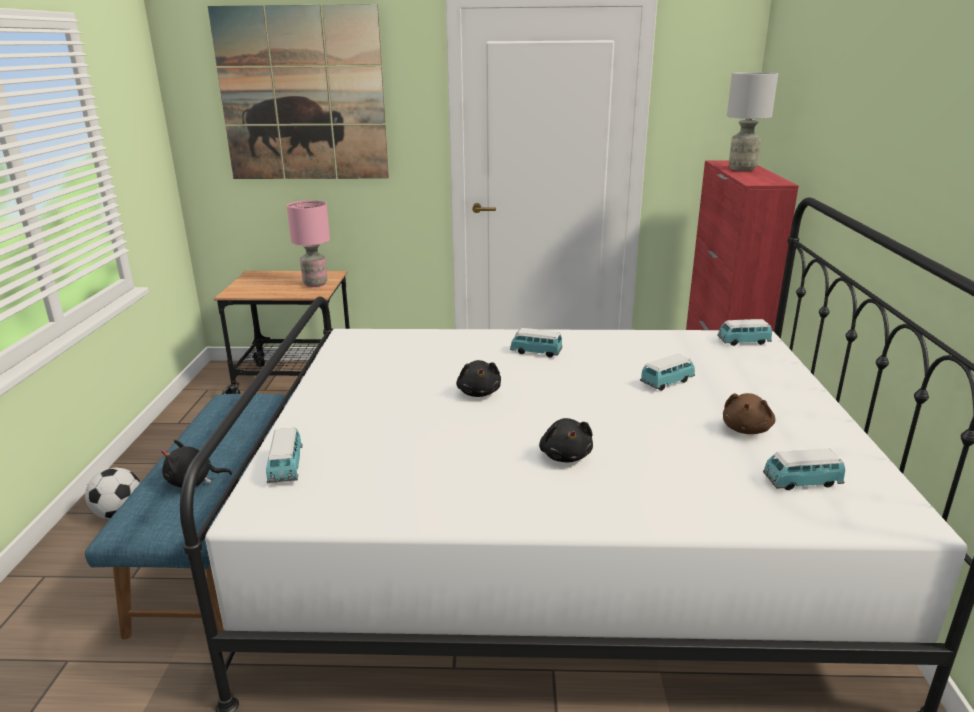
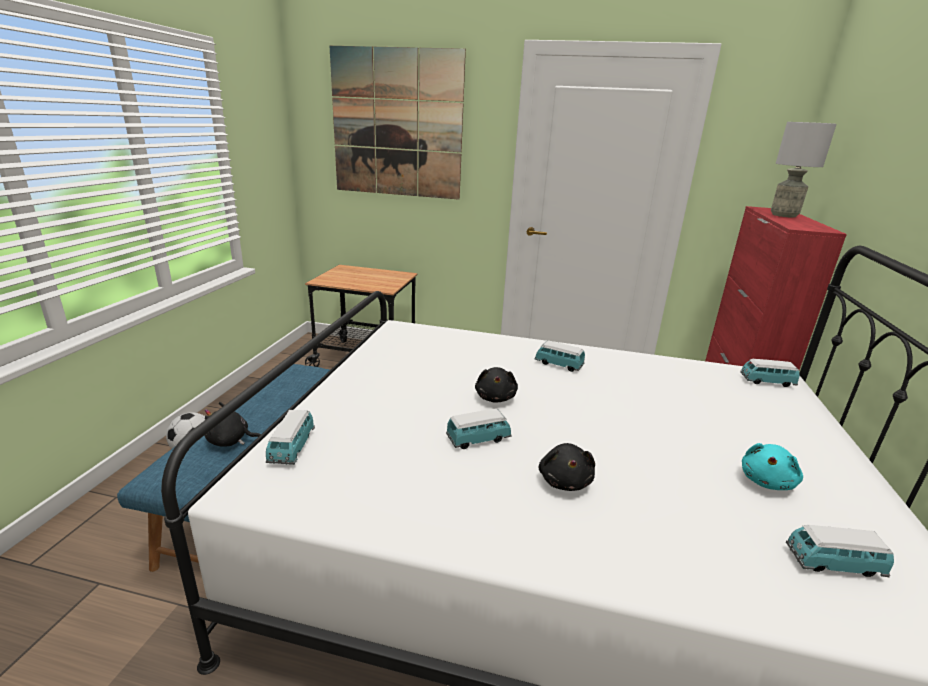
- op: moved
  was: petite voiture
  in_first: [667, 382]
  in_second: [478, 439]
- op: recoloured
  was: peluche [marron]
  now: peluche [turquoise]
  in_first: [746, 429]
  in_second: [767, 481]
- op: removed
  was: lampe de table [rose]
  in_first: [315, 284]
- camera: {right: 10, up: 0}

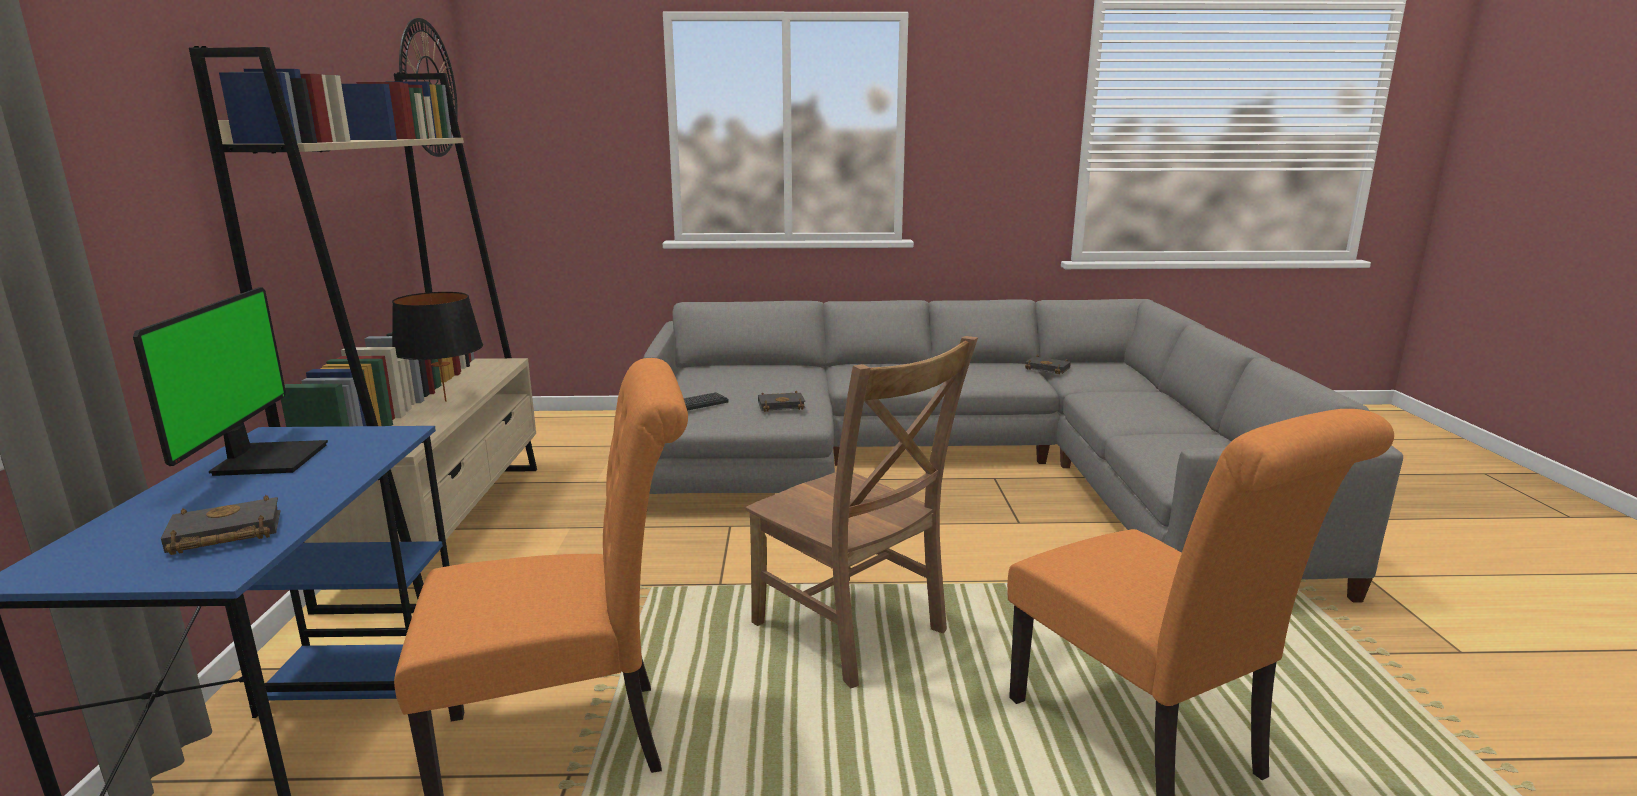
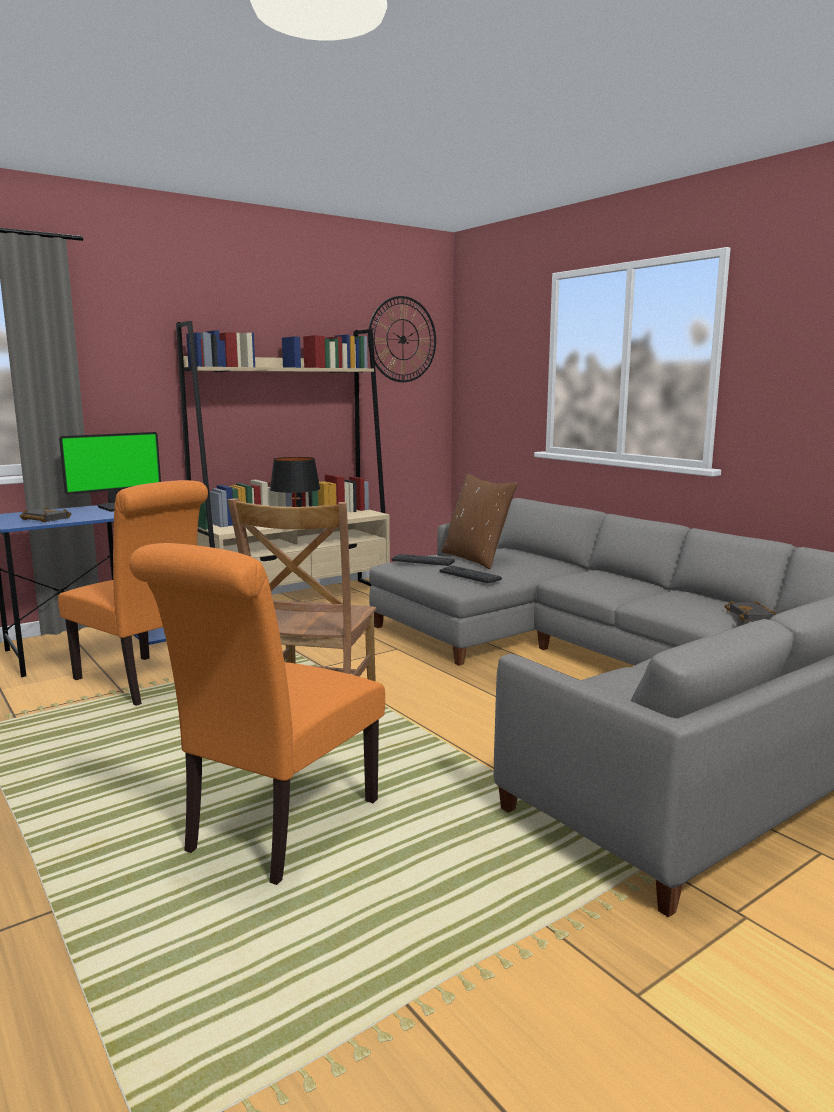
- op: replaced
  was: livre [noir]
  now: clavier
  in_first: [782, 405]
  in_second: [470, 575]
- op: added
  now: coussin [marron]
  in_second: [476, 559]
- camera: {right: 55, up: -5}

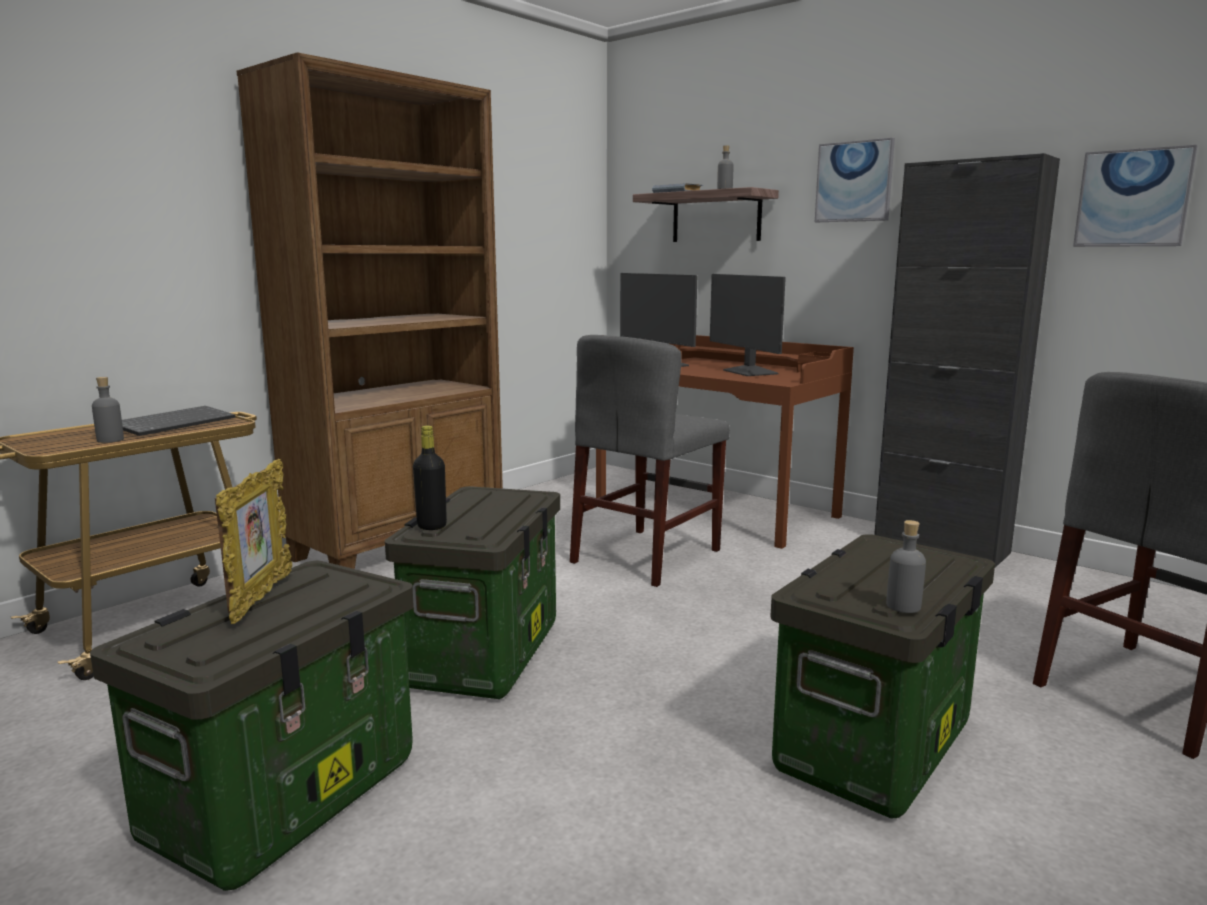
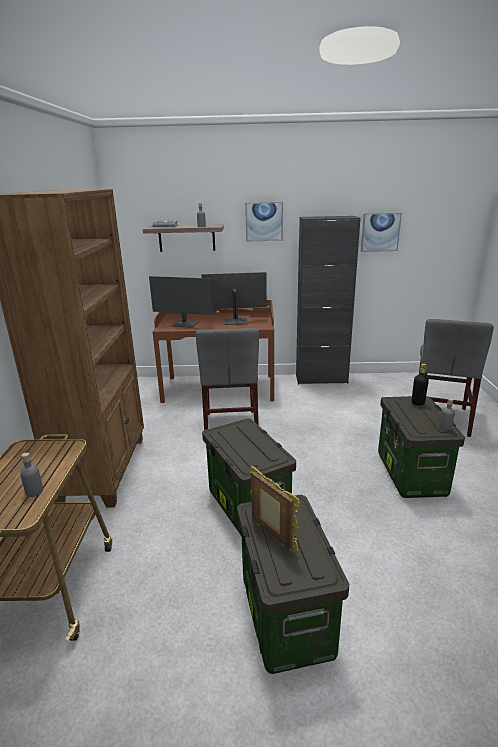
- op: turned
  was: écran d'ordinateur
  in_first: [749, 372]
  in_second: [235, 321]
  clockwise: 150
- op: moved
  was: bouteille [noir]
  in_first: [432, 526]
  in_second: [417, 403]
- op: removed
  was: clavier
  in_first: [175, 423]
- camera: {right: -40, up: 10}

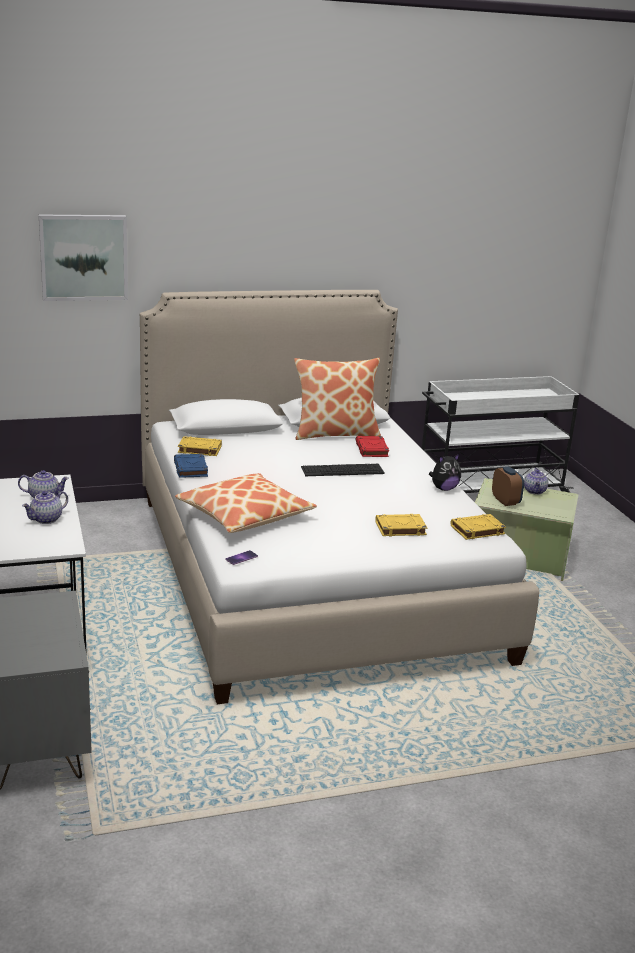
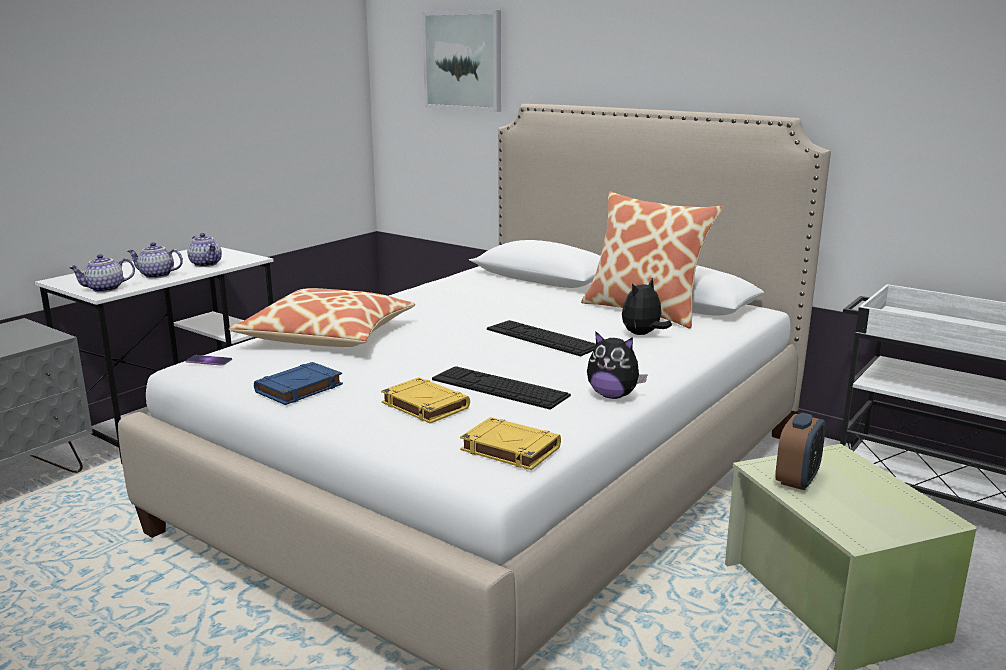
- op: moved
  was: théière
  in_first: [535, 491]
  in_second: [105, 289]
- op: moved
  was: livre [bleu]
  in_first: [191, 469]
  in_second: [298, 389]
- op: added
  now: clavier
  in_second: [499, 387]
- op: replaced
  was: livre [rouge]
  now: peluche
  in_first: [372, 450]
  in_second: [642, 334]
- op: removed
  was: livre [jaune]
  in_first: [199, 449]
- camera: {right: 55, up: -5}

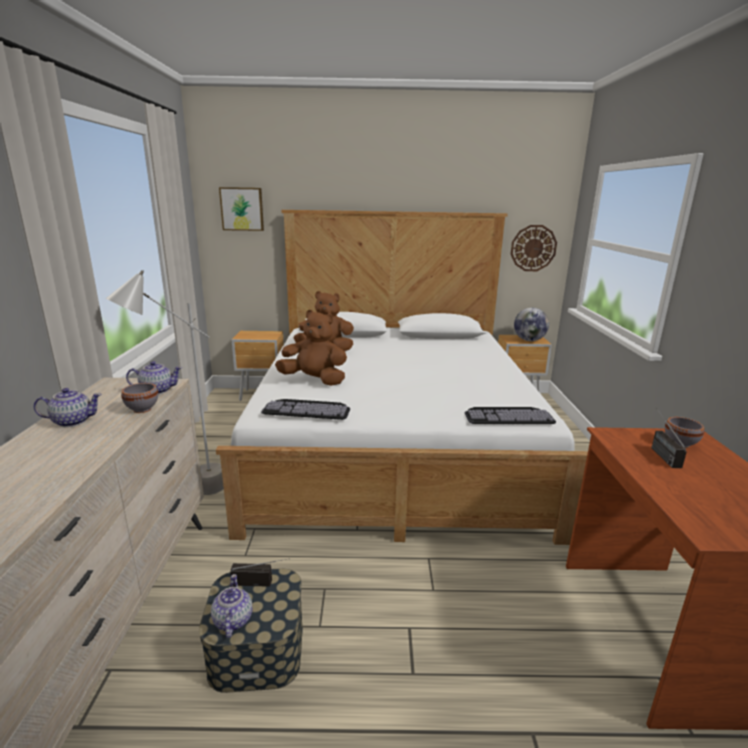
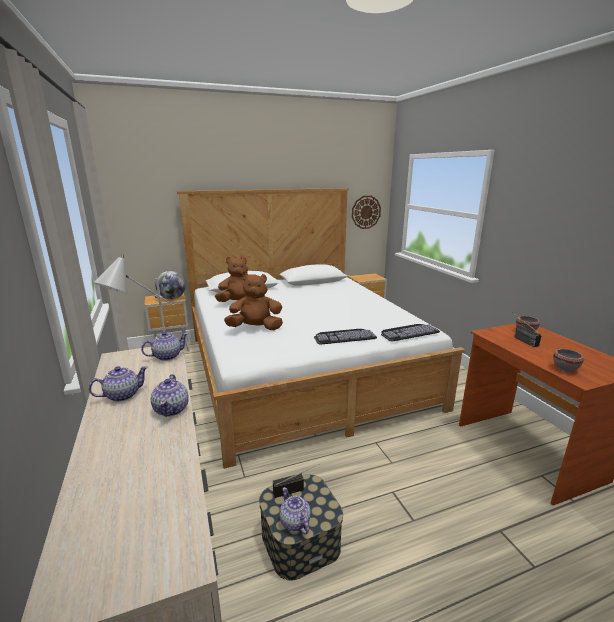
- op: added
  now: théière
  in_second: [172, 409]
- op: moved
  was: globe
  in_first: [529, 340]
  in_second: [172, 298]
- op: moved
  was: clavier
  in_first: [308, 409]
  in_second: [344, 336]
- op: moved
  was: bol [gris]
  in_first: [143, 409]
  in_second: [564, 368]
- op: removed
  was: tableau
  in_first: [242, 209]
- camera: {right: -20, up: 0}

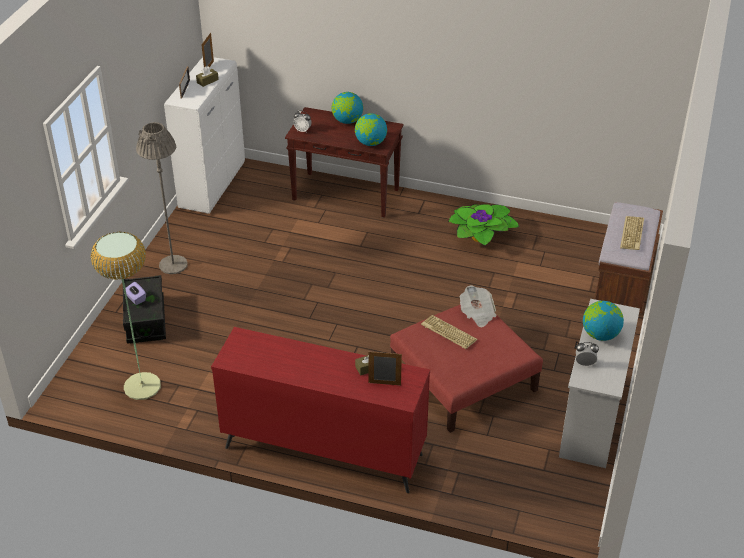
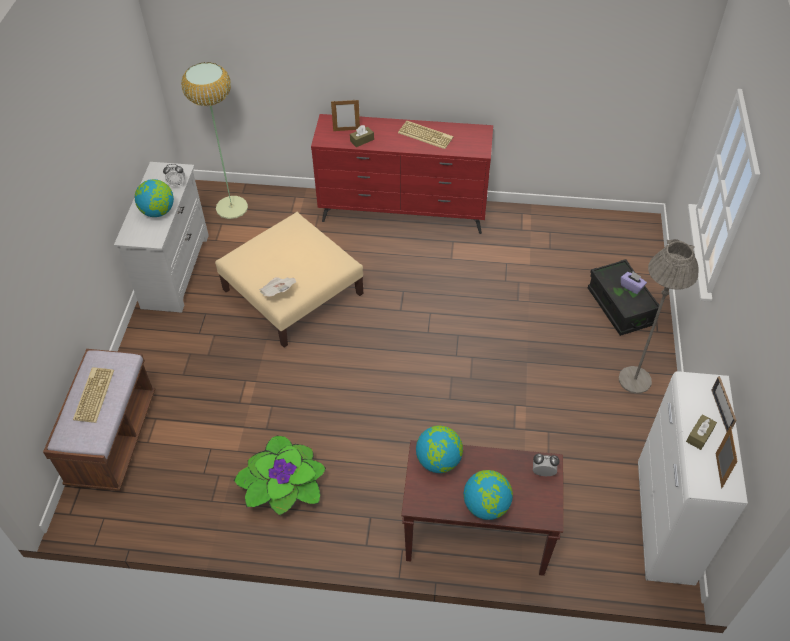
- op: moved
  was: lampadaire
  in_first: [142, 386]
  in_second: [232, 207]
- op: recoloured
  was: pouf [rouge]
  now: pouf [beige]
  in_first: [463, 379]
  in_second: [293, 291]
- op: moved
  was: clavier
  in_first: [448, 333]
  in_second: [426, 135]
- camera: {right: 170, up: 10}

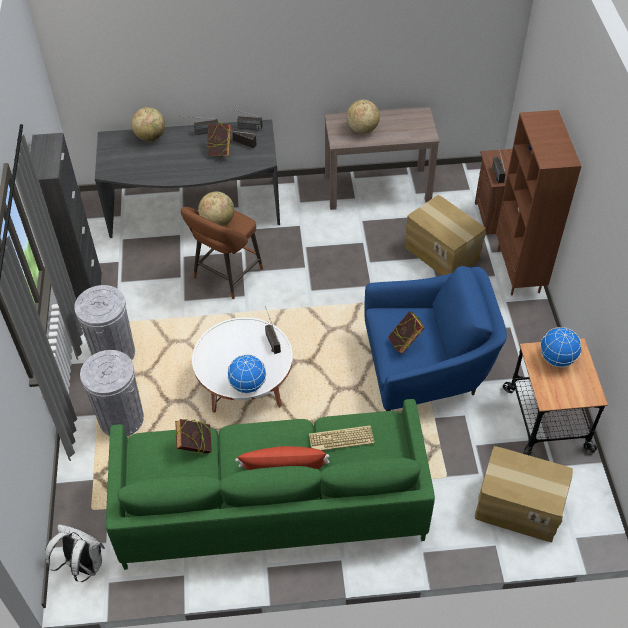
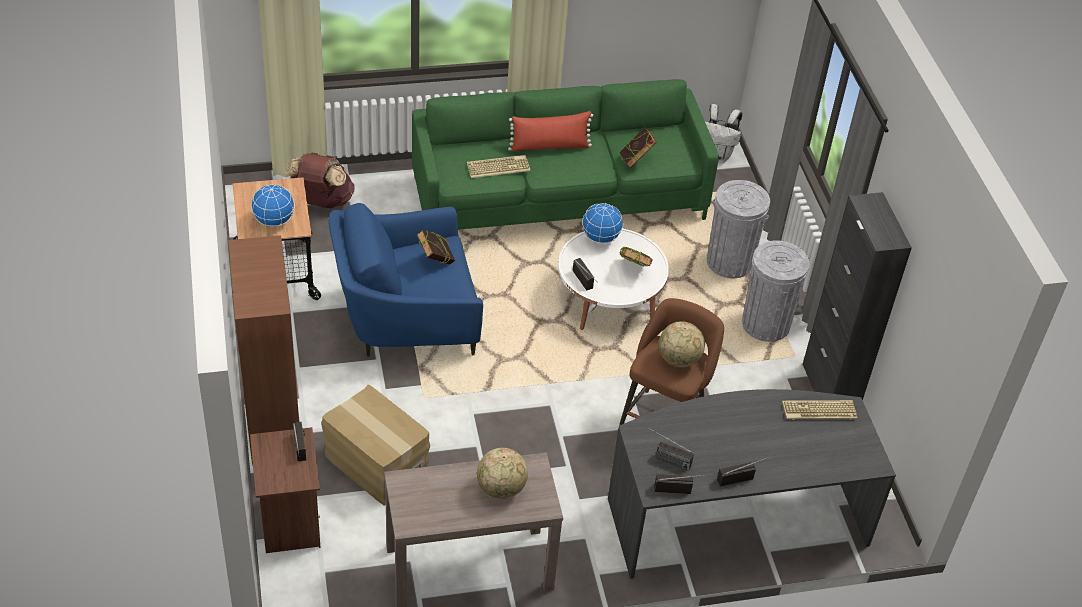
- op: replaced
  was: carton
  now: sac à dos [marron]
  in_first: [519, 506]
  in_second: [321, 201]
- op: moved
  was: livre
  in_first: [220, 151]
  in_second: [633, 270]
- op: added
  now: clavier
  in_second: [818, 411]
- op: removed
  was: globe
  in_first: [150, 137]
- camera: {right: 170, up: -5}

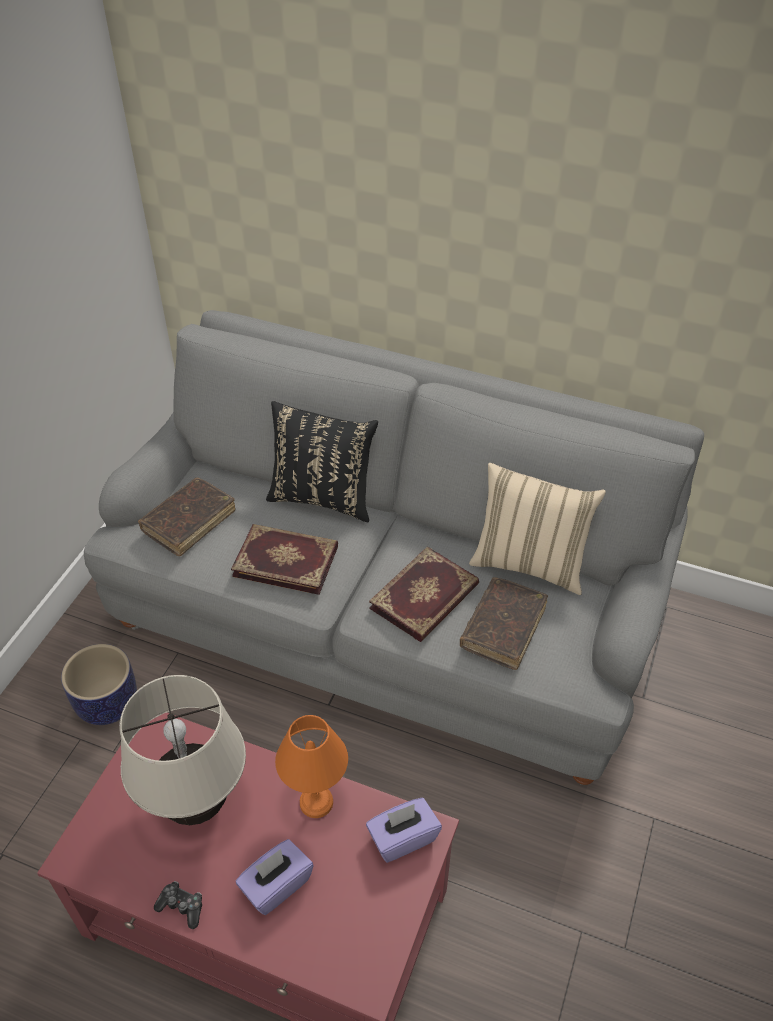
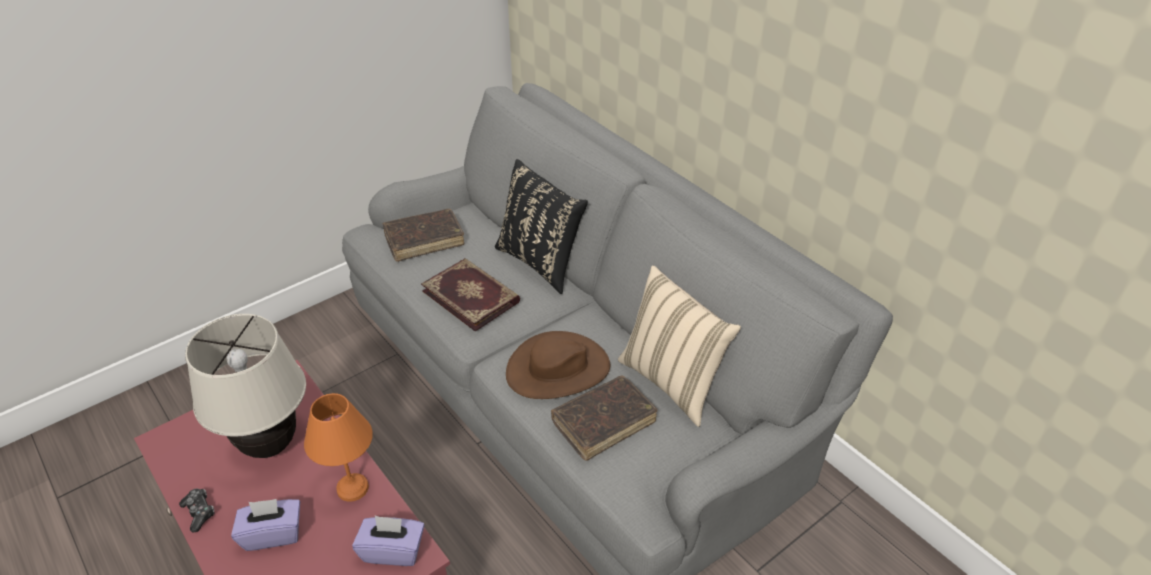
- op: replaced
  was: livre
  now: chapeau [marron]
  in_first: [425, 597]
  in_second: [558, 370]
- op: removed
  was: cache-pot
  in_first: [108, 703]
- camera: {right: 30, up: -5}

